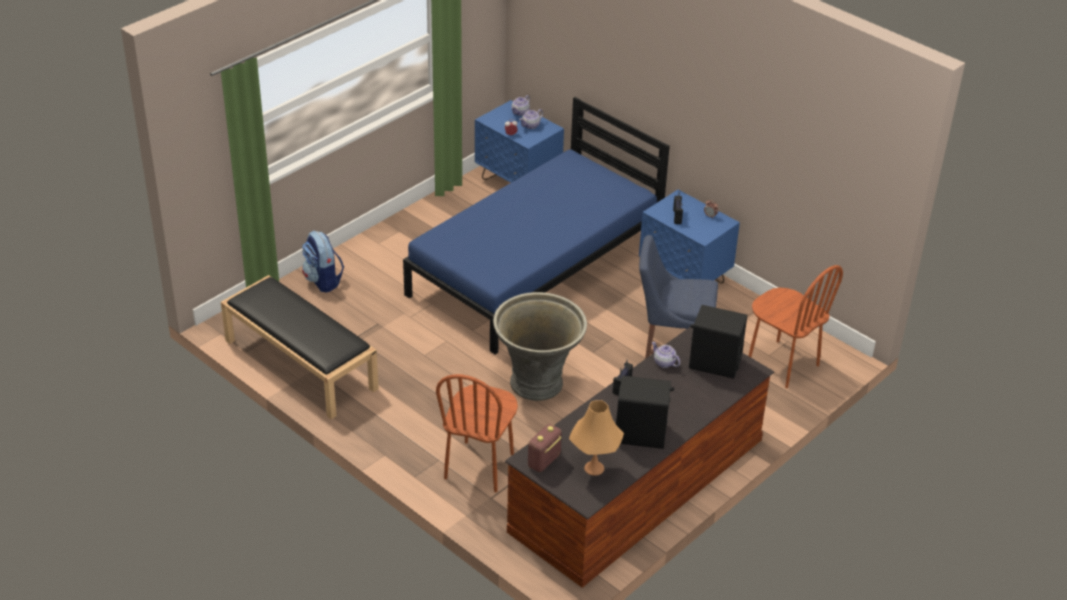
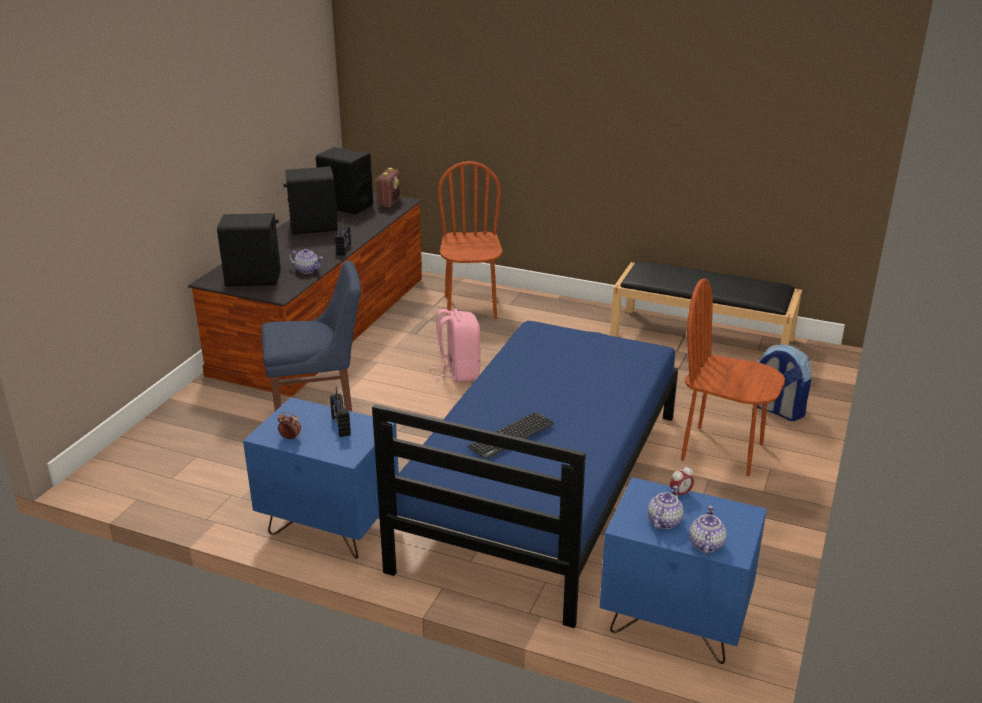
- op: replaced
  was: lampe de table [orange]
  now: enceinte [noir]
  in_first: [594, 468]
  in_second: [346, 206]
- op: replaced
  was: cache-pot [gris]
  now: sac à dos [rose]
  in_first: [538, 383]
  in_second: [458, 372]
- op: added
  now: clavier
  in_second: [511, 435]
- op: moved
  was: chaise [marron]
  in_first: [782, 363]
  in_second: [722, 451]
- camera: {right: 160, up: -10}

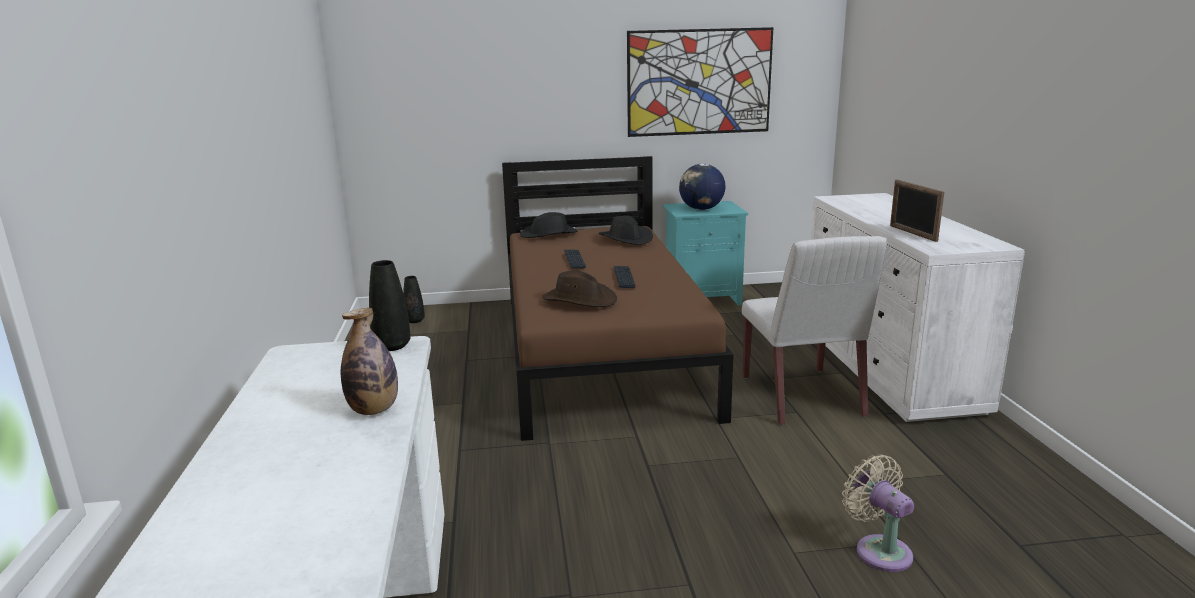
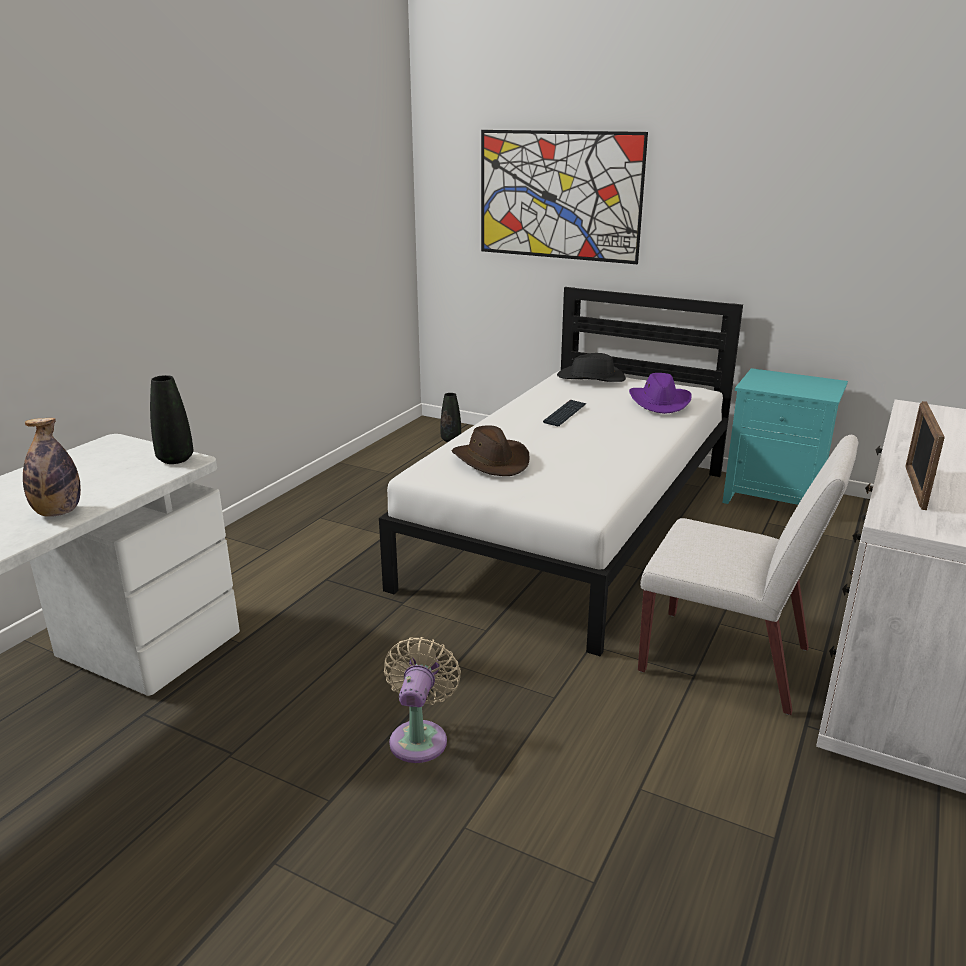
- op: recoloured
  was: lit [marron]
  now: lit [blanc]
  in_first: [600, 351]
  in_second: [576, 525]
- op: moved
  was: ventilateur [beige]
  in_first: [879, 550]
  in_second: [420, 737]
- op: moved
  was: tableau
  in_first: [699, 82]
  in_second: [559, 195]
- op: recoloured
  was: chapeau [noir]
  now: chapeau [violet]
  in_first: [626, 238]
  in_second: [660, 402]
- op: turned
  was: chaise [blanc]
  in_first: [802, 397]
  in_second: [727, 660]
  clockwise: -90
- op: removed
  was: clavier
  in_first: [624, 277]
- op: removed
  was: globe
  in_first: [701, 209]
- camera: {right: 35, up: 5}

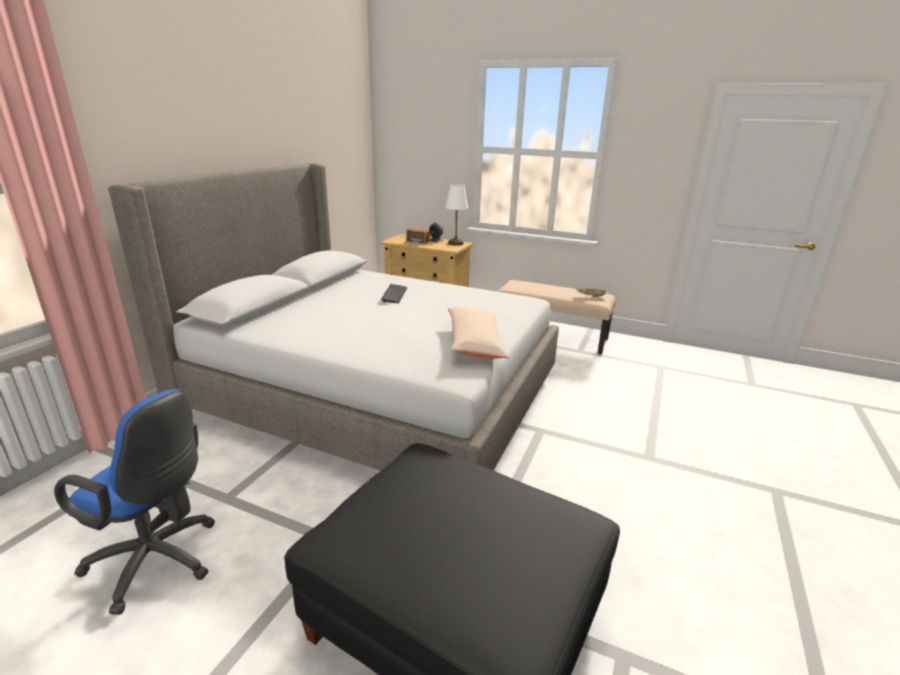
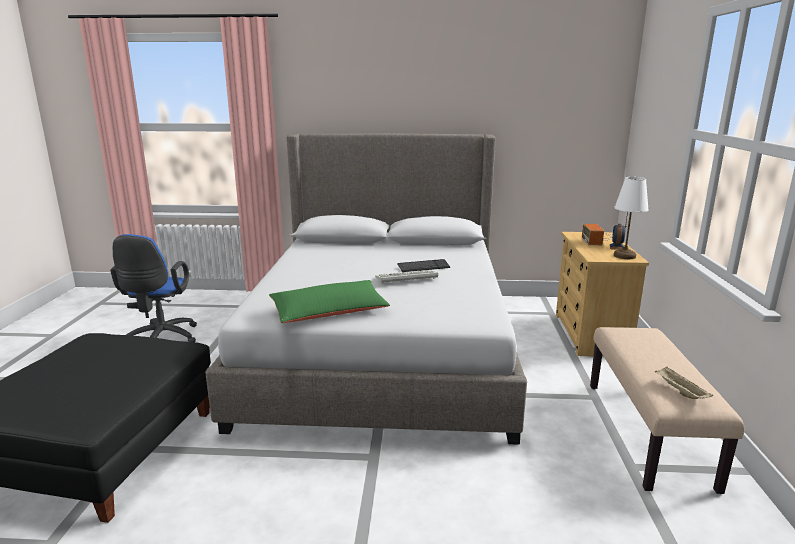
- op: recoloured
  was: coussin [beige]
  now: coussin [vert]
  in_first: [475, 342]
  in_second: [329, 312]
- op: added
  now: clavier
  in_second: [405, 279]
- camera: {right: 70, up: -5}

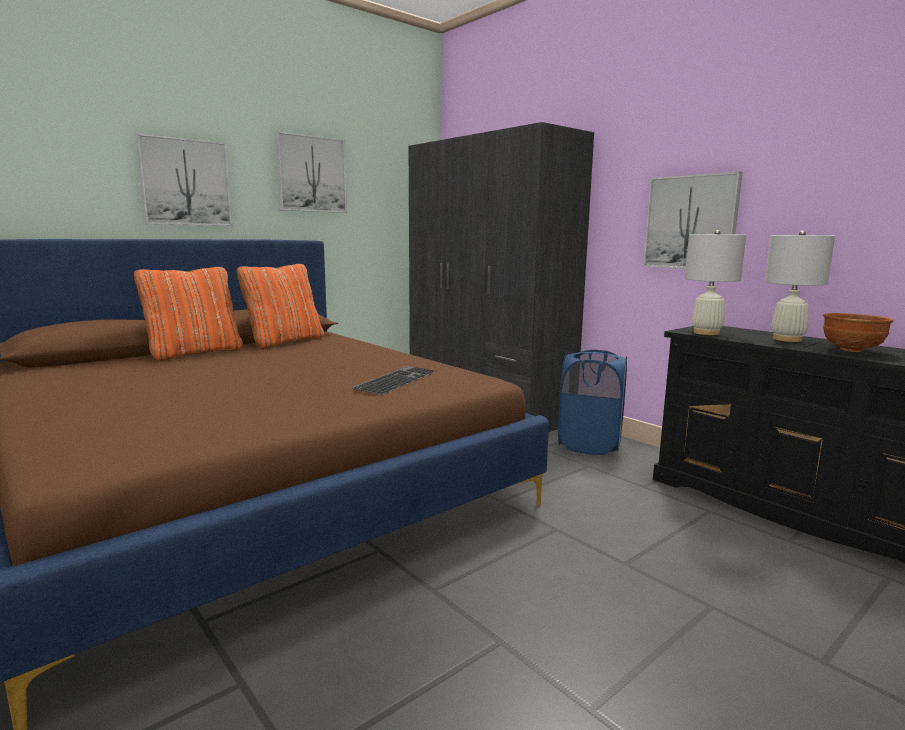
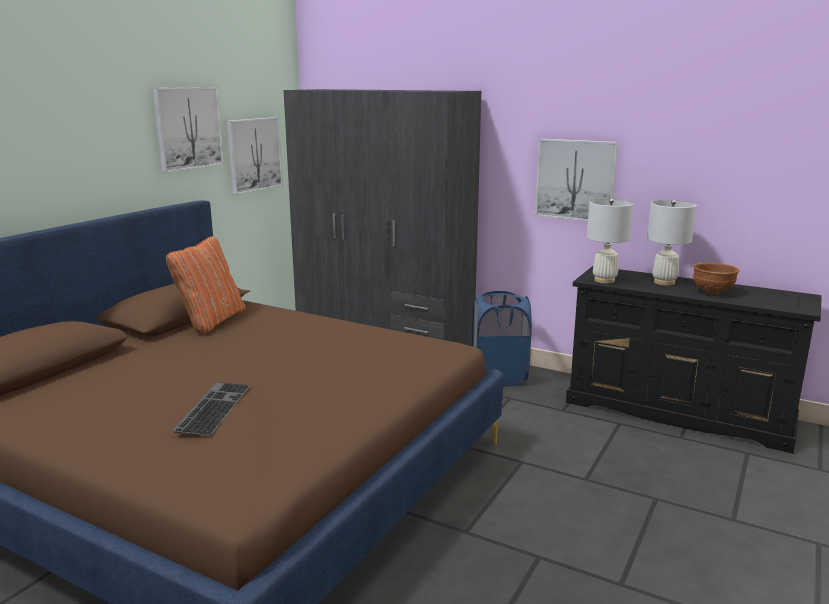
- op: moved
  was: clavier
  in_first: [395, 379]
  in_second: [212, 407]
- op: moved
  was: tableau
  in_first: [185, 182]
  in_second: [254, 154]
- op: removed
  was: coussin [orange]
  in_first: [194, 353]
- camera: {right: -20, up: 5}

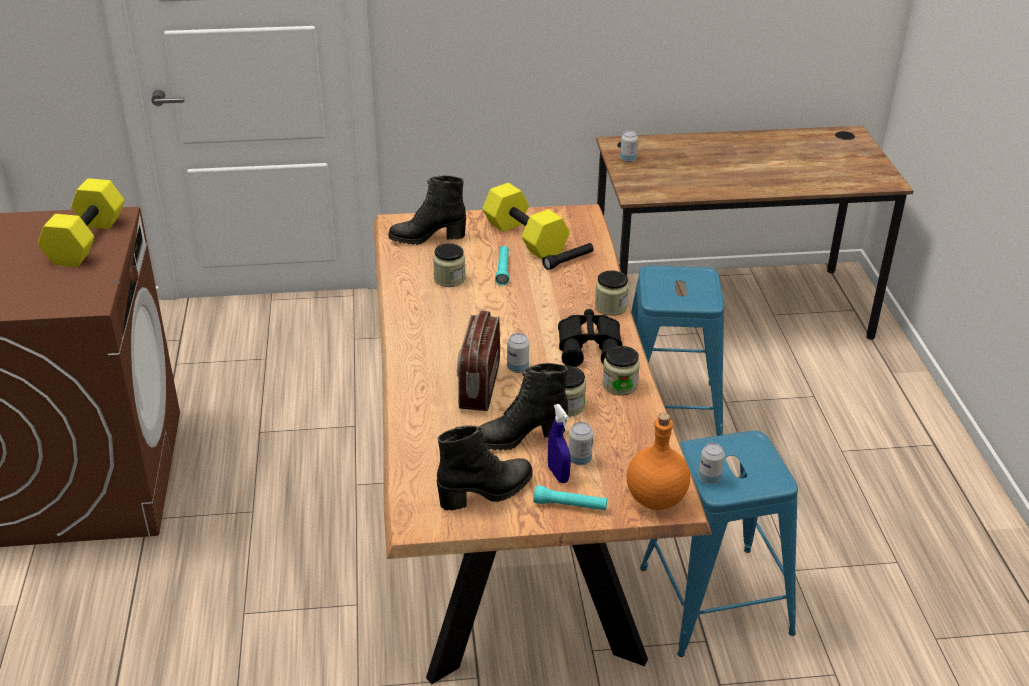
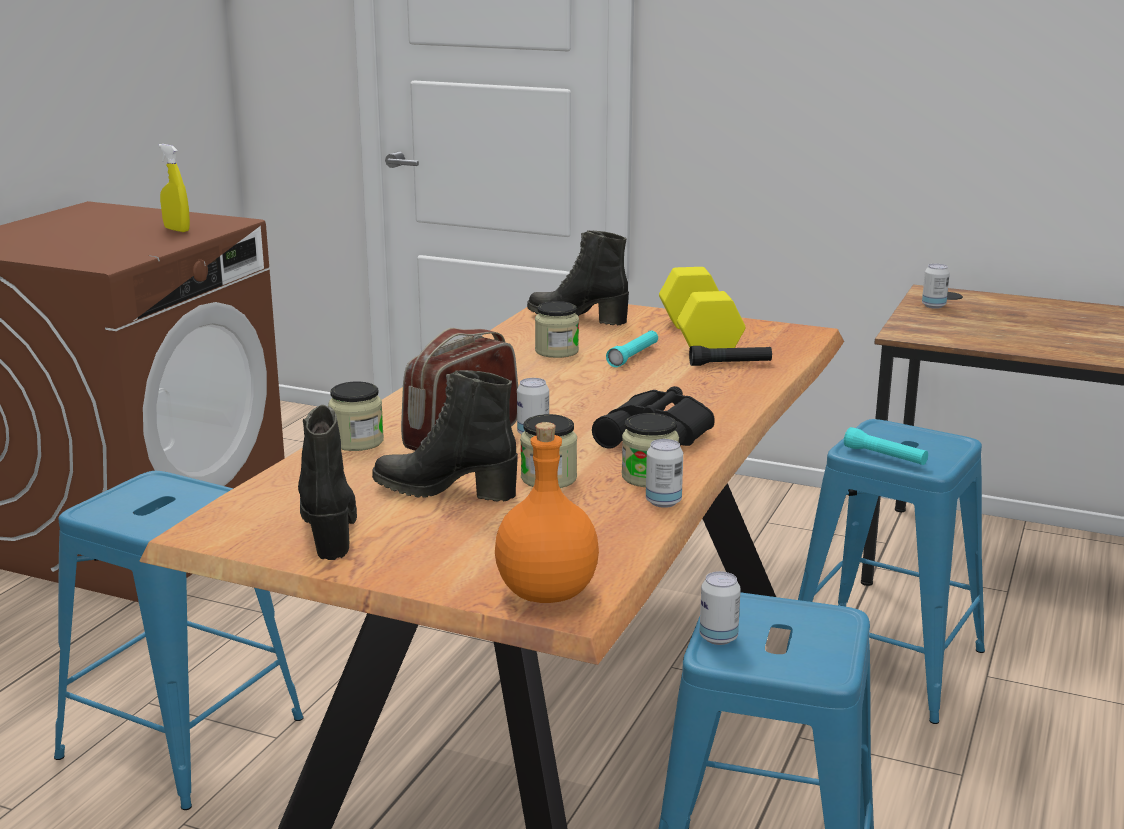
- op: added
  now: tabouret [bleu]
  in_second: [182, 739]
- op: replaced
  was: haltère [jaune]
  now: vaporisateur [jaune]
  in_first: [85, 240]
  in_second: [177, 230]
- op: turned
  was: botte [noir]
  in_first: [486, 492]
  in_second: [329, 527]
  clockwise: -105
- op: moved
  was: bocal
  in_first: [611, 307]
  in_second: [357, 441]
- op: moved
  was: boîte métallique
  in_first: [579, 459]
  in_second: [663, 502]
- op: moved
  was: lampe de poche [turquoise]
  in_first: [570, 505]
  in_second: [885, 456]
- op: removed
  was: vaporisateur [bleu]
  in_first: [558, 474]
- camera: {right: 30, up: -15}

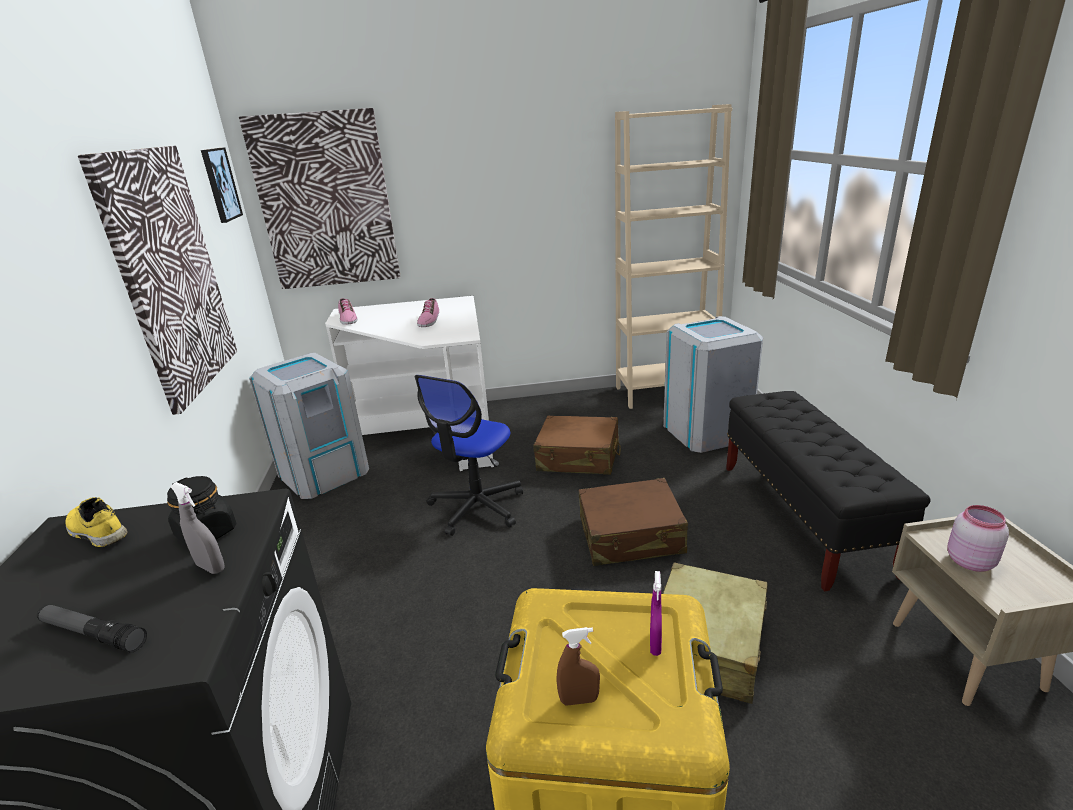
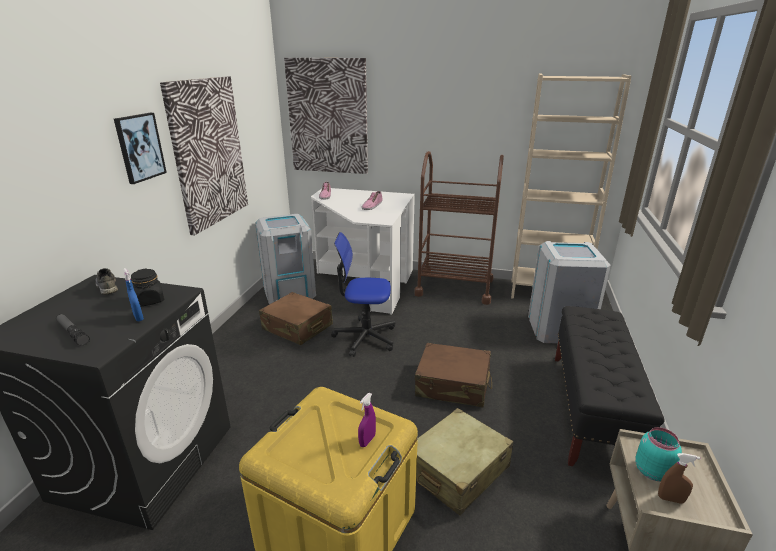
- op: recoloured
  was: chaussure [jaune]
  now: chaussure [gris]
  in_first: [96, 532]
  in_second: [107, 287]
- op: moved
  was: tableau
  in_first: [220, 184]
  in_second: [139, 147]
- op: recoloured
  was: vaporisateur [gris]
  now: vaporisateur [bleu]
  in_first: [211, 567]
  in_second: [138, 317]
- op: moved
  was: valise [marron]
  in_first: [578, 457]
  in_second: [297, 327]
- op: turned
  was: chaise de bureau
  in_first: [476, 507]
  in_second: [365, 337]
  clockwise: 45
- op: added
  now: chariot [marron]
  in_second: [454, 287]
- op: recoloured
  was: bocal [rose]
  now: bocal [turquoise]
  in_first: [968, 561]
  in_second: [651, 470]
- op: moved
  was: vaporisateur [marron]
  in_first: [579, 700]
  in_second: [670, 499]
- camera: {right: 20, up: 0}

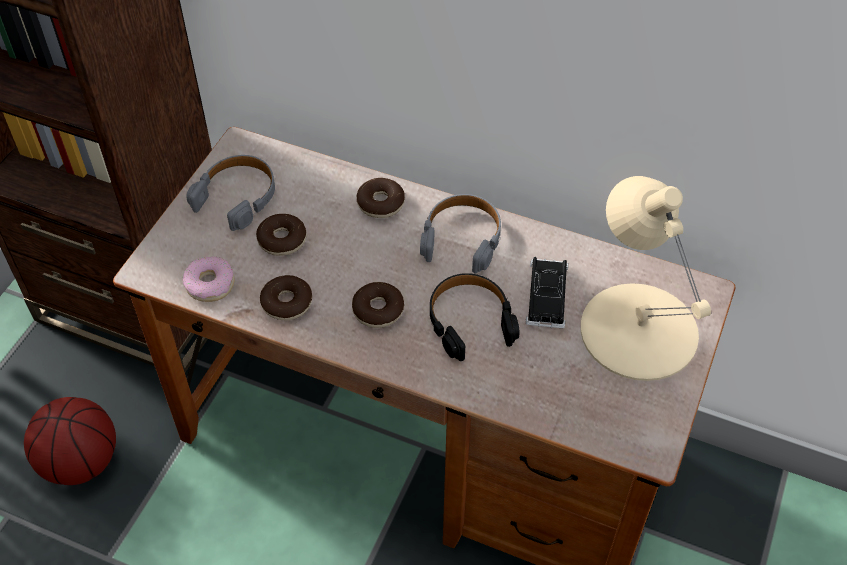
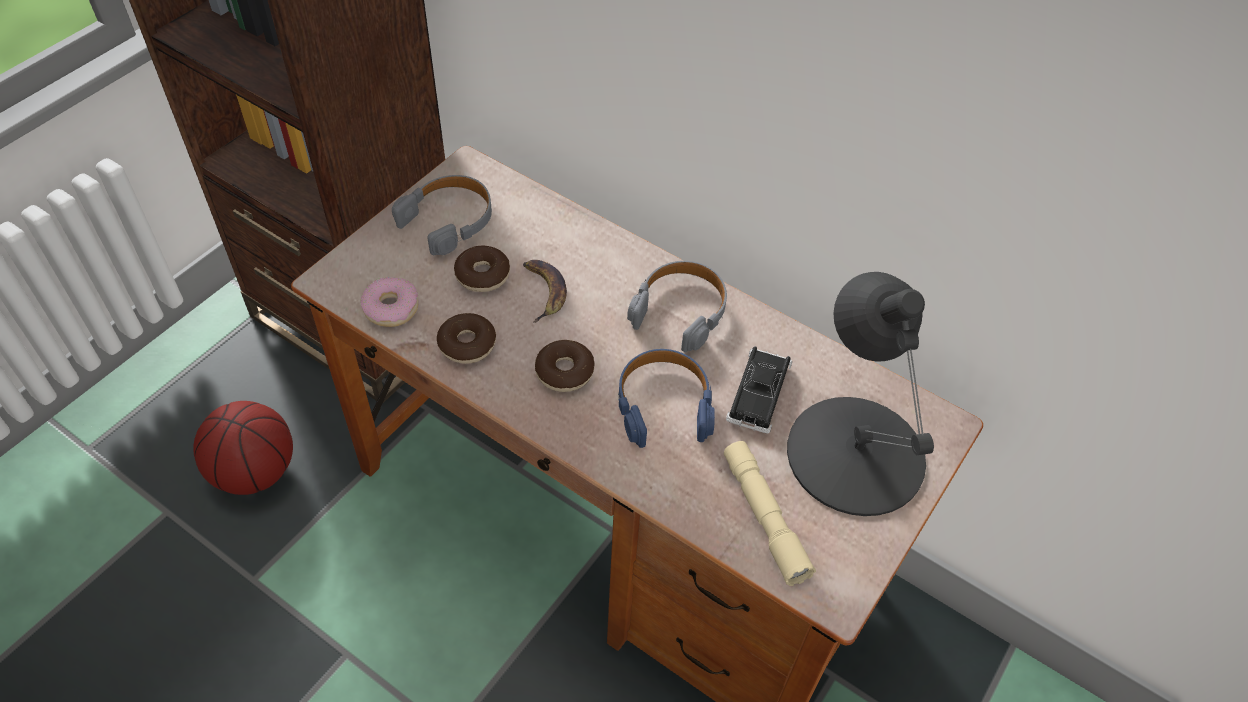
- op: added
  now: banane
  in_second: [543, 291]
- op: recoloured
  was: casque audio [noir]
  now: casque audio [bleu]
  in_first: [470, 321]
  in_second: [663, 404]
- op: added
  now: lampe de poche [beige]
  in_second: [764, 517]
- op: recoloured
  was: lampe de table [beige]
  now: lampe de table [noir]
  in_first: [638, 329]
  in_second: [856, 452]
- op: removed
  was: beignet
  in_first: [380, 203]
- camera: {right: 10, up: 0}

